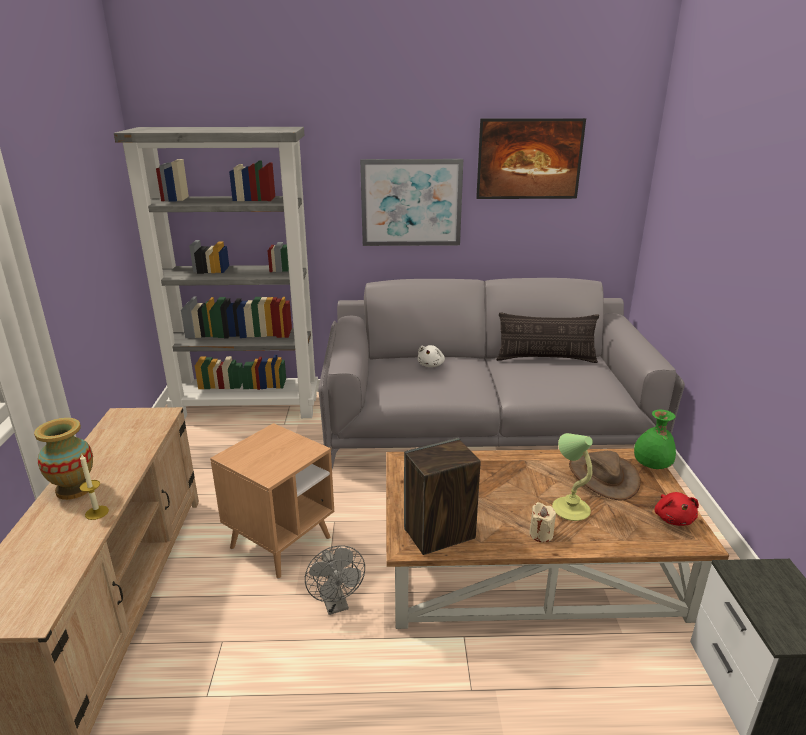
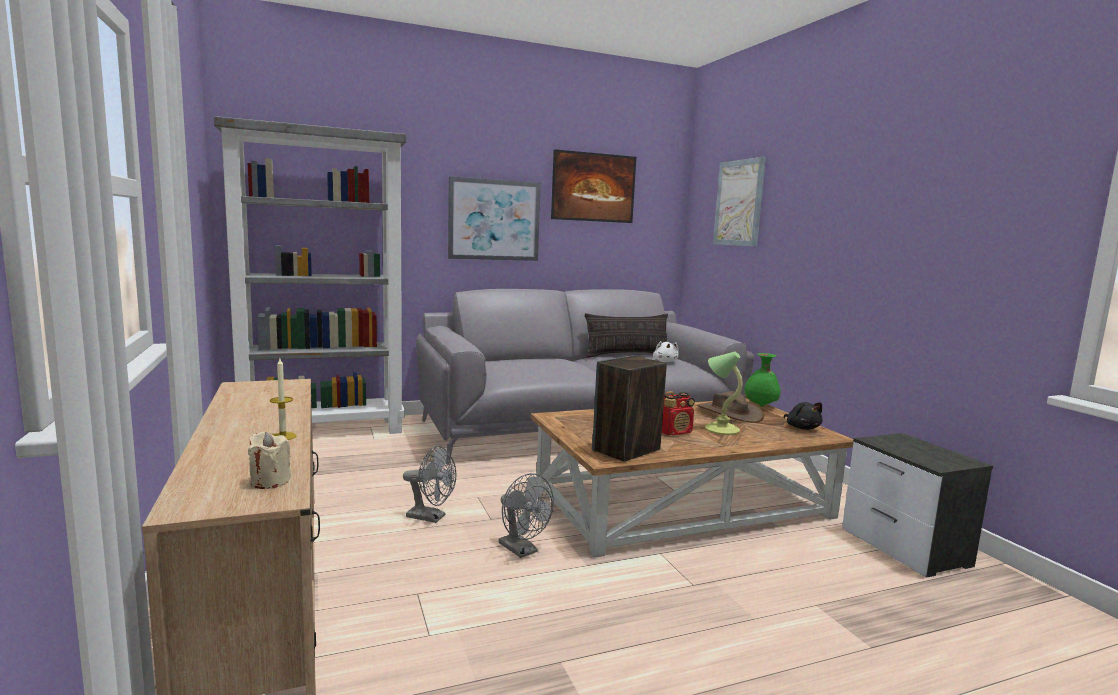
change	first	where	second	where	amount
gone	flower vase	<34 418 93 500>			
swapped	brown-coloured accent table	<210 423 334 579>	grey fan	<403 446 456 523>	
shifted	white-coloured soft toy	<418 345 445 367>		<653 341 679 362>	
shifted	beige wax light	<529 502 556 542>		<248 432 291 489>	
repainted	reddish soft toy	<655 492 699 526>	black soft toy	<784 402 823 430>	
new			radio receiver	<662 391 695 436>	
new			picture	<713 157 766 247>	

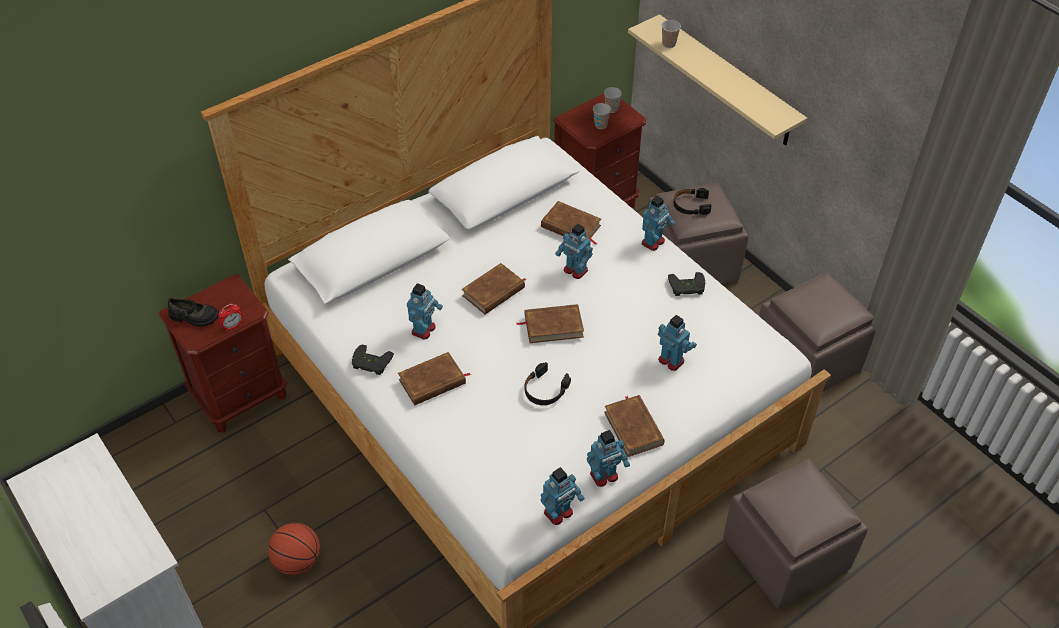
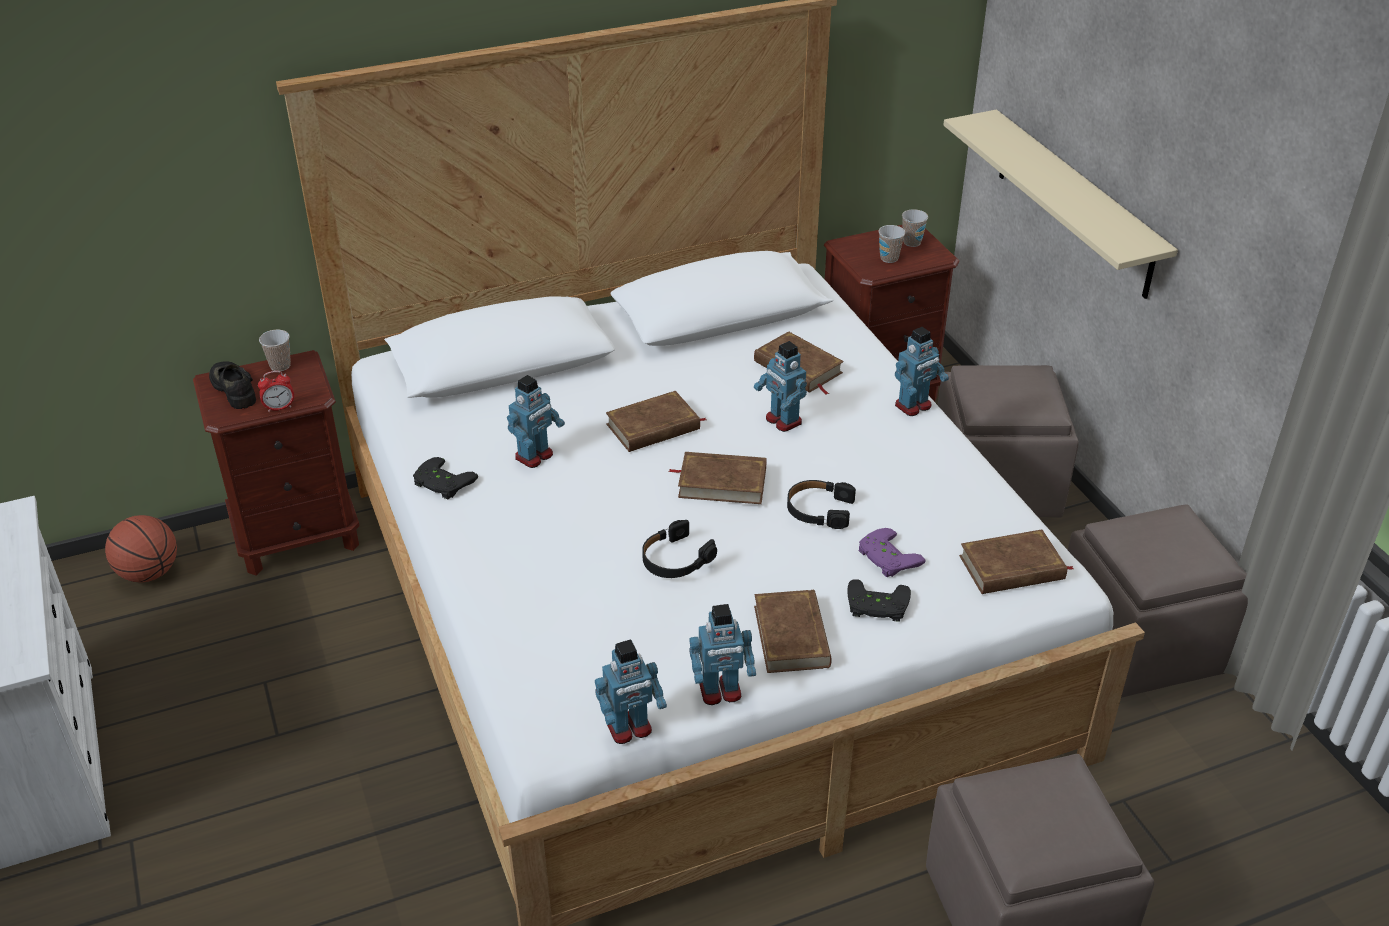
change	first	where	second	where	amount
rotated	black low shoe	<168 298 219 327>		<209 362 256 409>	150 degrees counterclockwise
shifted	ball for basketball	<268 523 320 575>		<105 515 177 582>	
shifted	brown-coloured bound book	<398 352 471 406>		<959 529 1073 594>	
swapped	robot figure	<658 315 697 371>	purple-coloured game controller	<859 528 925 577>	
shifted	cup	<661 20 681 48>		<259 330 291 371>	
shifted	black game controller	<668 272 705 296>		<847 580 911 622>	
shifted	black headset	<673 188 711 215>		<787 480 856 529>	

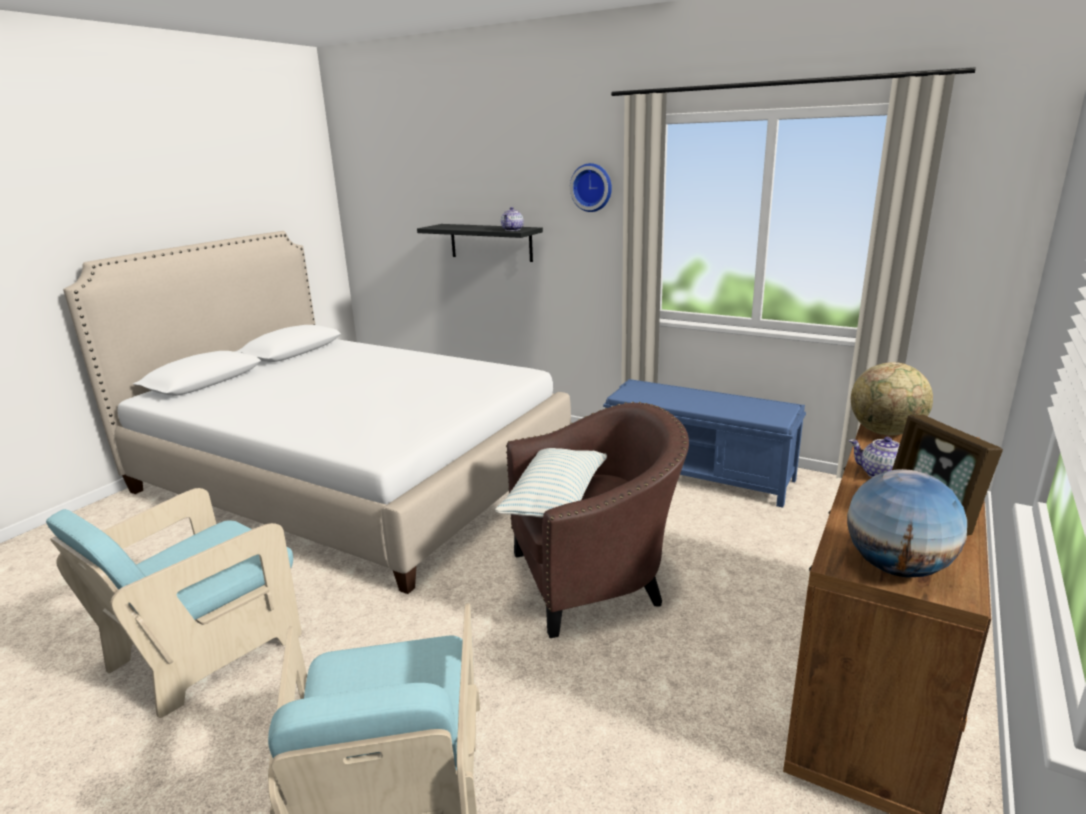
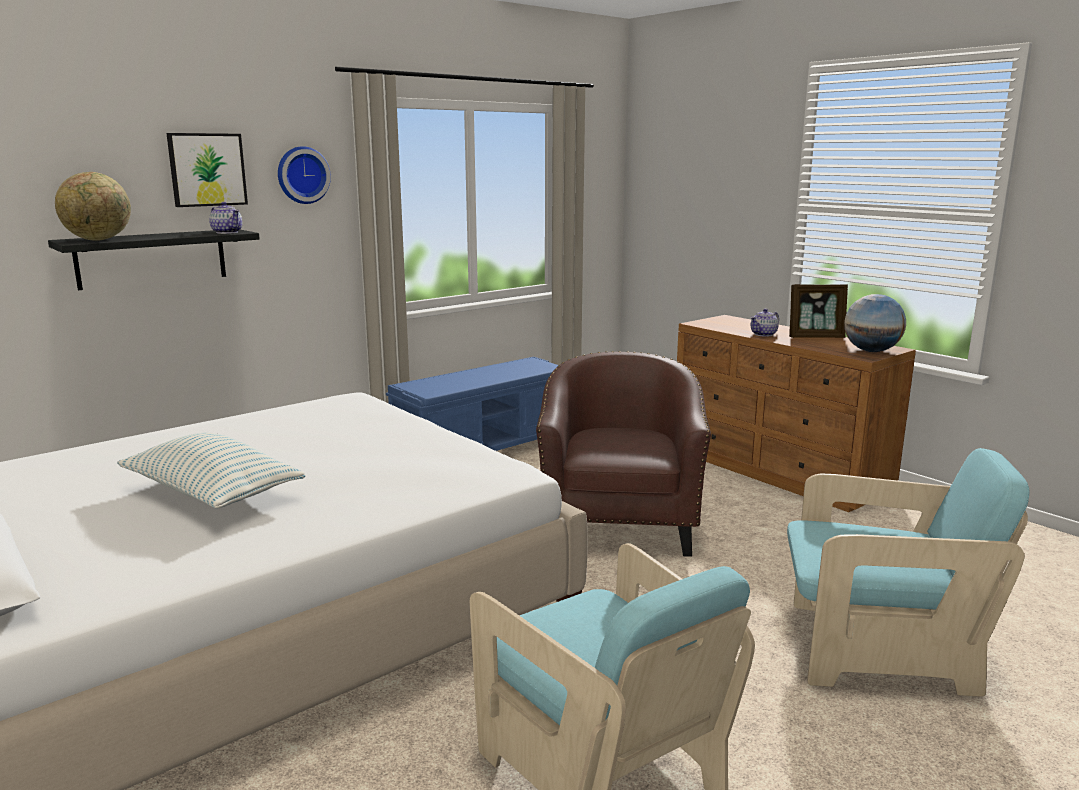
change	first	where	second	where	amount
shifted	cushion	<495 448 607 517>		<117 433 306 509>	
shifted	globe	<851 362 933 436>		<55 172 131 241>	
new			picture	<166 133 248 207>	

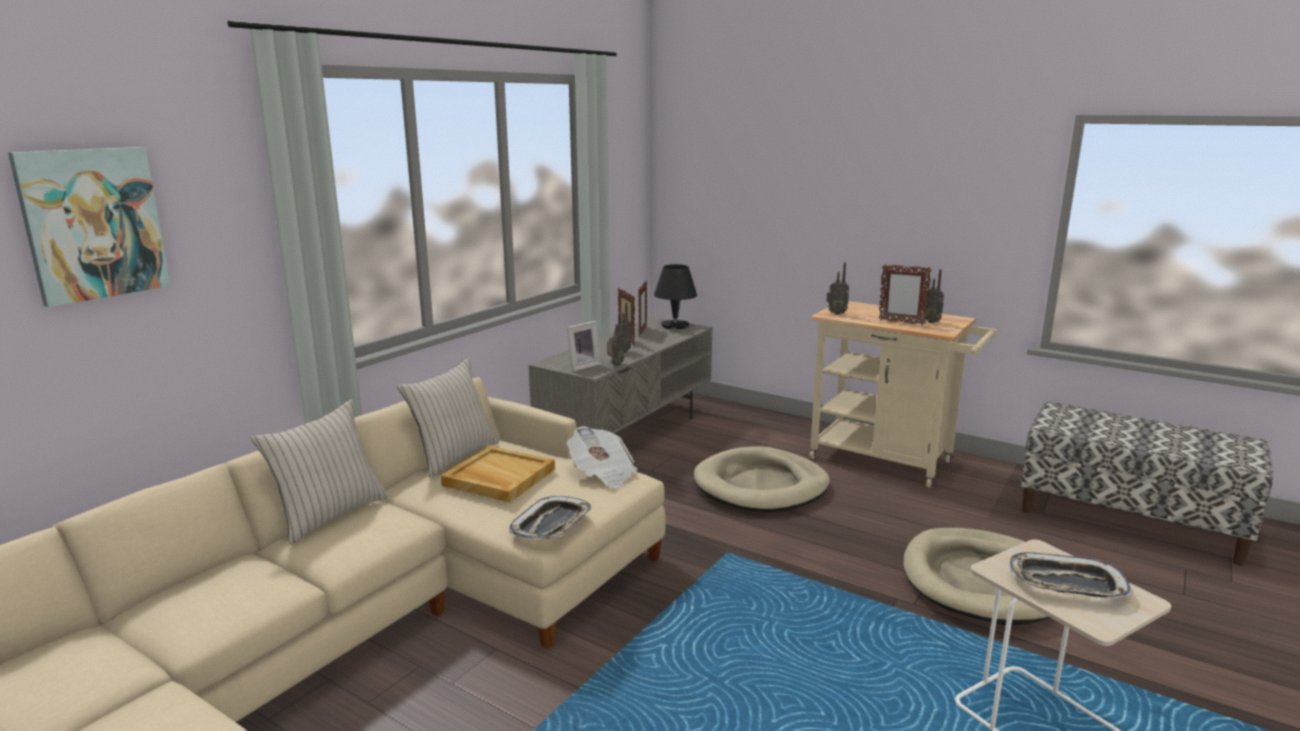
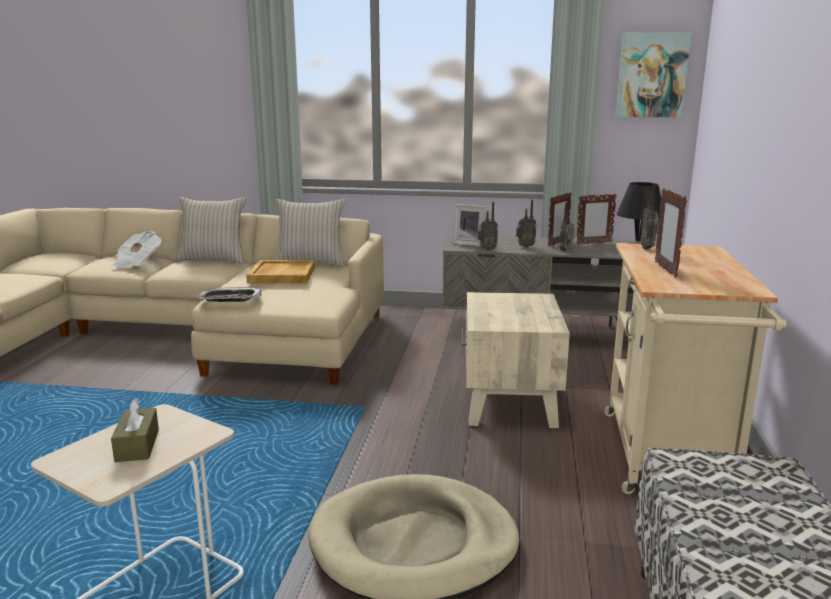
change	first	where	second	where	amount
shifted	picture	<8 147 171 307>		<615 32 692 118>	
shifted	daily paper	<567 426 638 488>		<112 231 161 268>	
swapped	beige pet bed	<694 447 830 512>	beige accent table	<462 292 570 428>	
shifted	radio receiver	<922 269 944 323>		<560 203 575 251>	
swapped	serving tray	<1010 552 1133 598>	brown-coloured tissue holder	<111 398 159 462>	

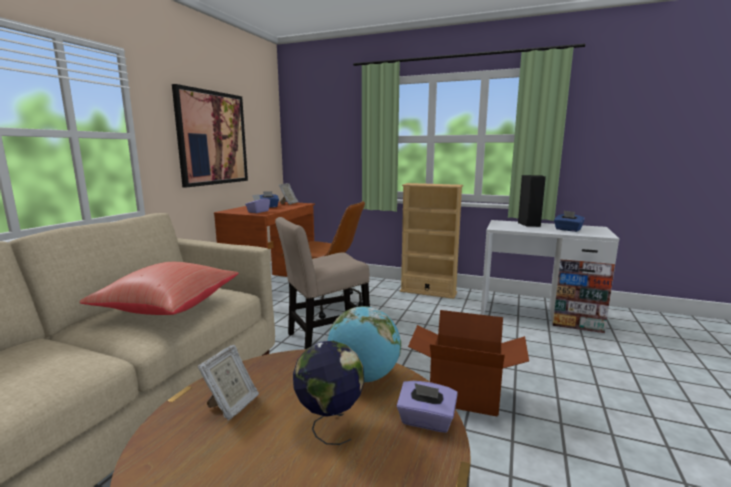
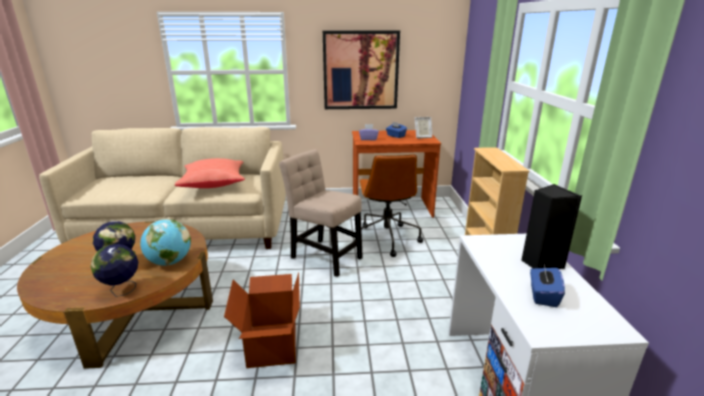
change	first	where	second	where	amount
gone	photo frame	<198 345 259 420>			
swapped	purple-coloured tissue holder	<397 381 458 433>	globe	<90 244 138 297>	

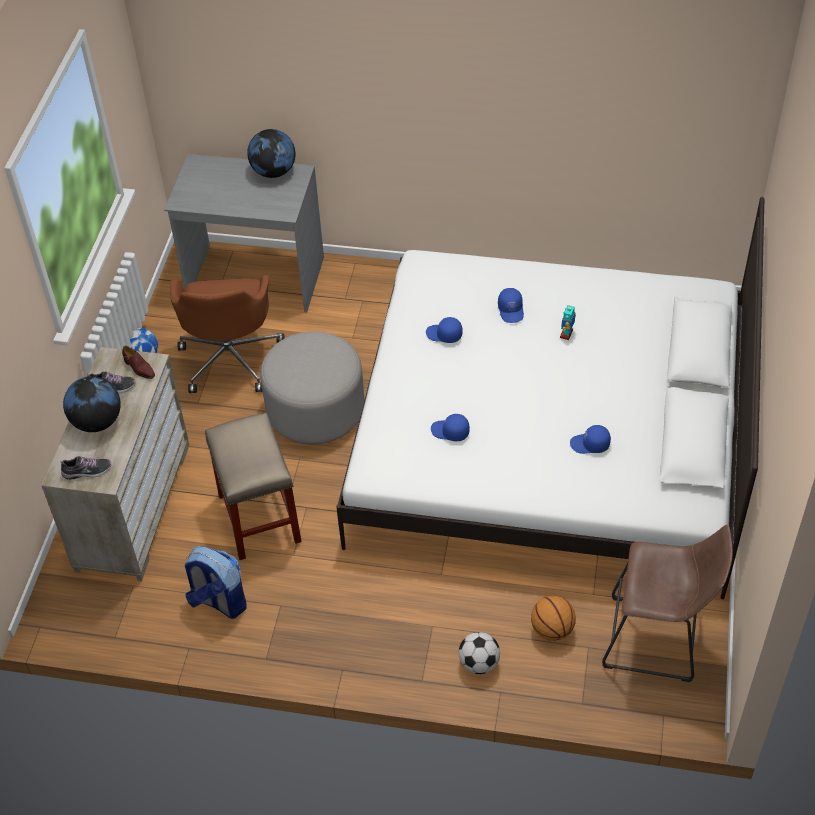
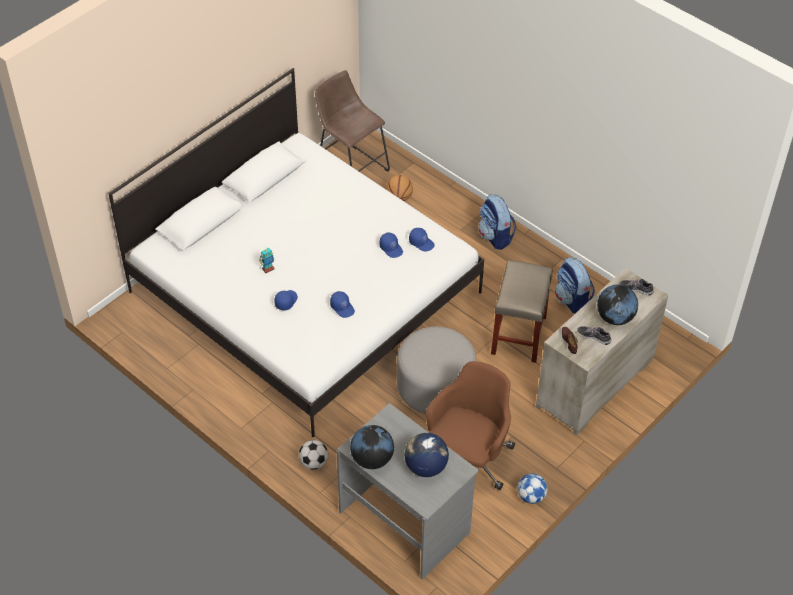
change	first	where	second	where	amount
shifted	ball for football	<459 632 500 674>		<299 440 328 470>	
shifted	blue cap	<570 425 611 454>		<409 228 435 252>	
new			globe	<404 433 449 477>	
new			rucksack	<478 194 516 250>	

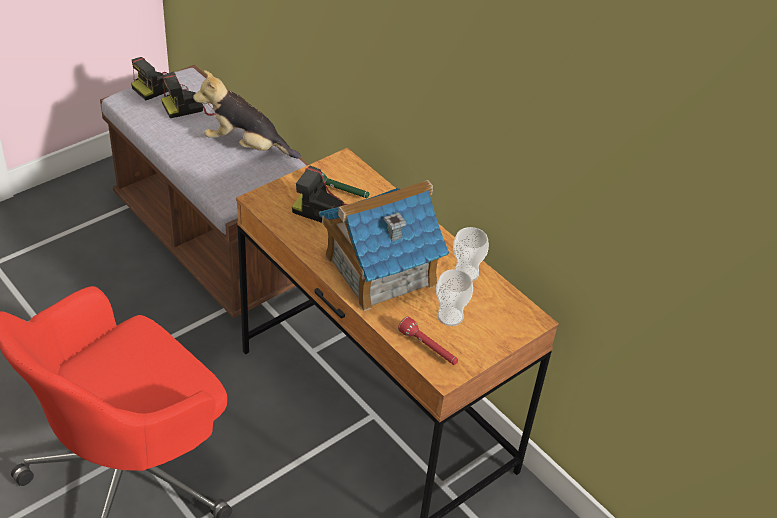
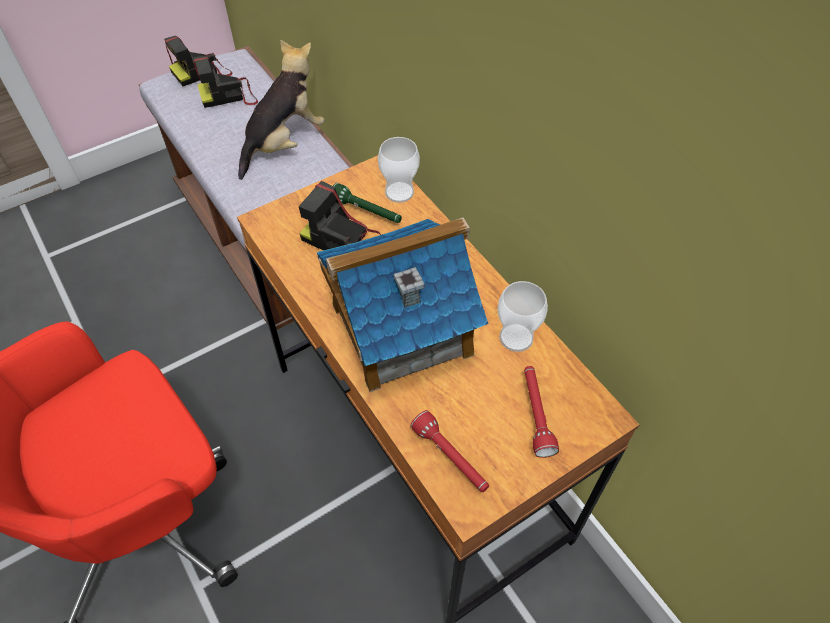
change	first	where	second	where	amount
rotated	soft toy	<193 70 301 159>		<238 40 325 180>	105 degrees clockwise
shifted	cup	<436 269 473 326>		<378 137 420 203>	
new			reddish flashlight	<524 366 559 458>	

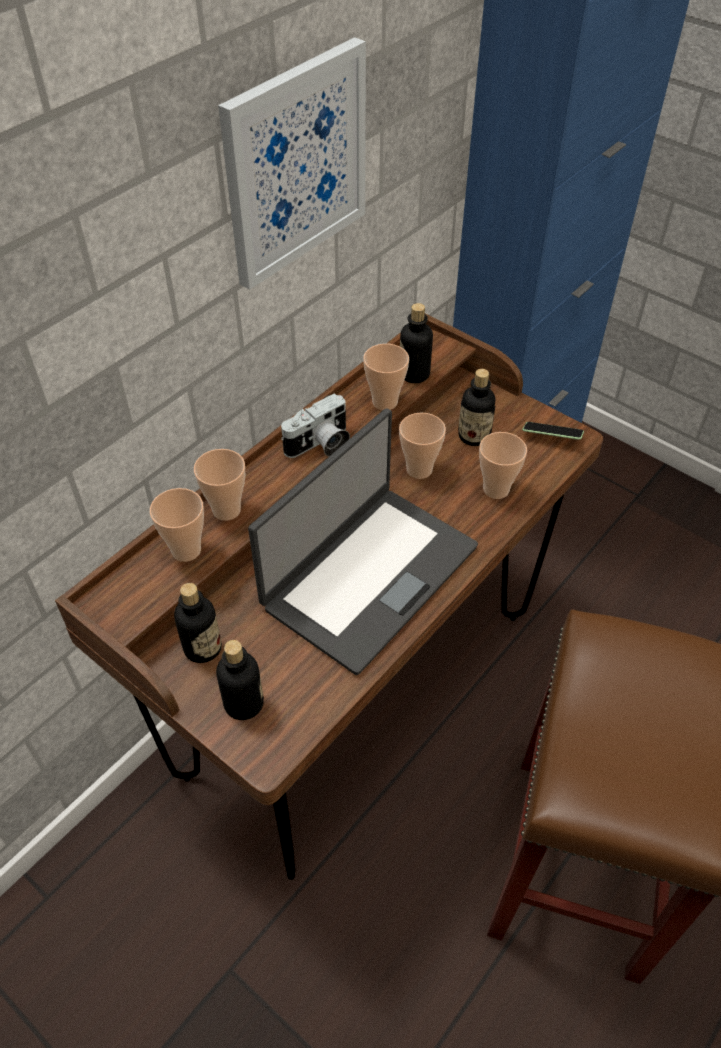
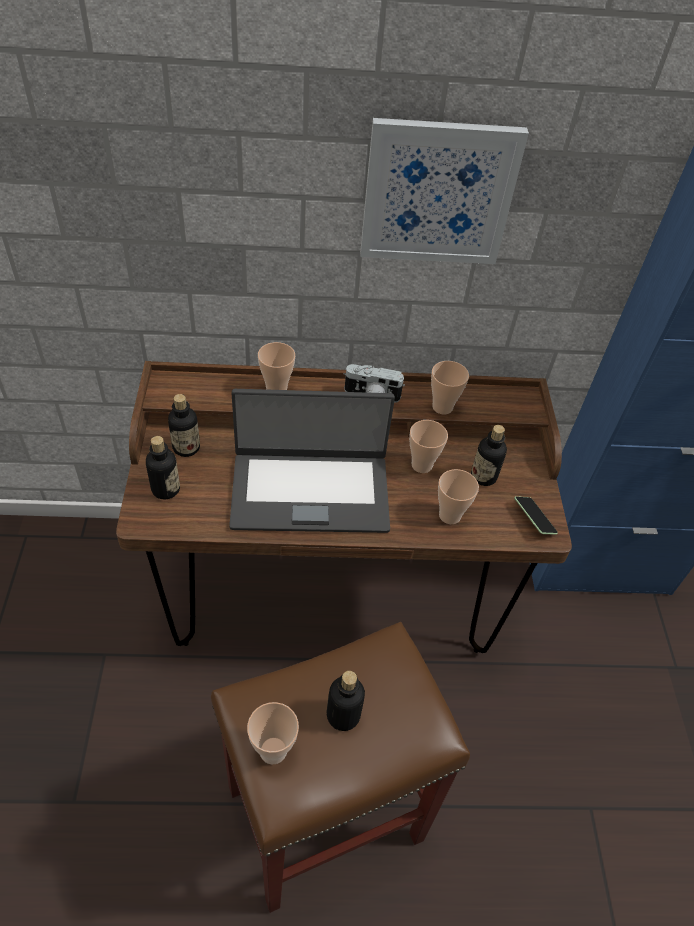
change	first	where	second	where	amount
shifted	cup	<150 488 204 562>		<247 702 299 764>	
shifted	bottle	<400 303 433 383>		<326 671 365 731>	

